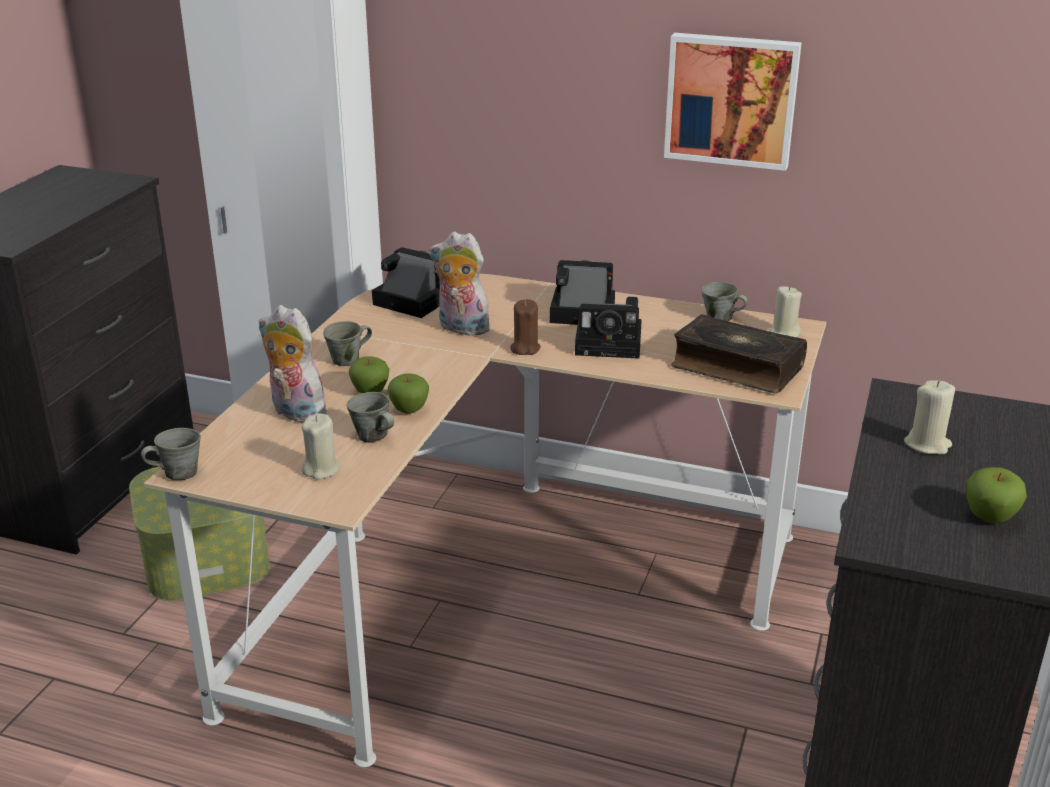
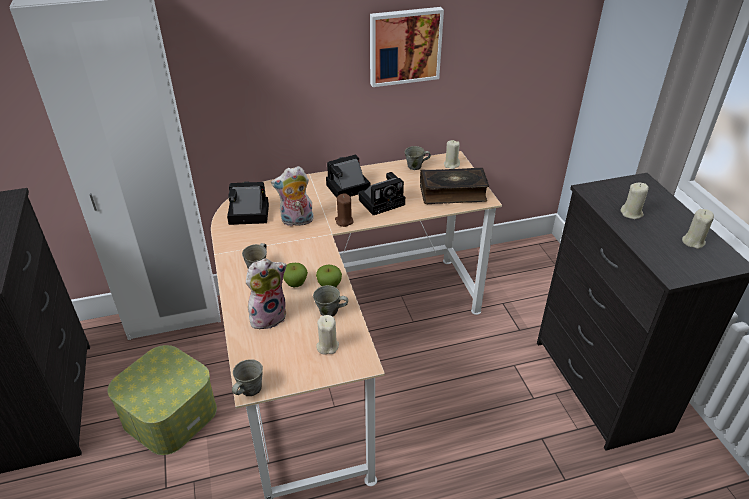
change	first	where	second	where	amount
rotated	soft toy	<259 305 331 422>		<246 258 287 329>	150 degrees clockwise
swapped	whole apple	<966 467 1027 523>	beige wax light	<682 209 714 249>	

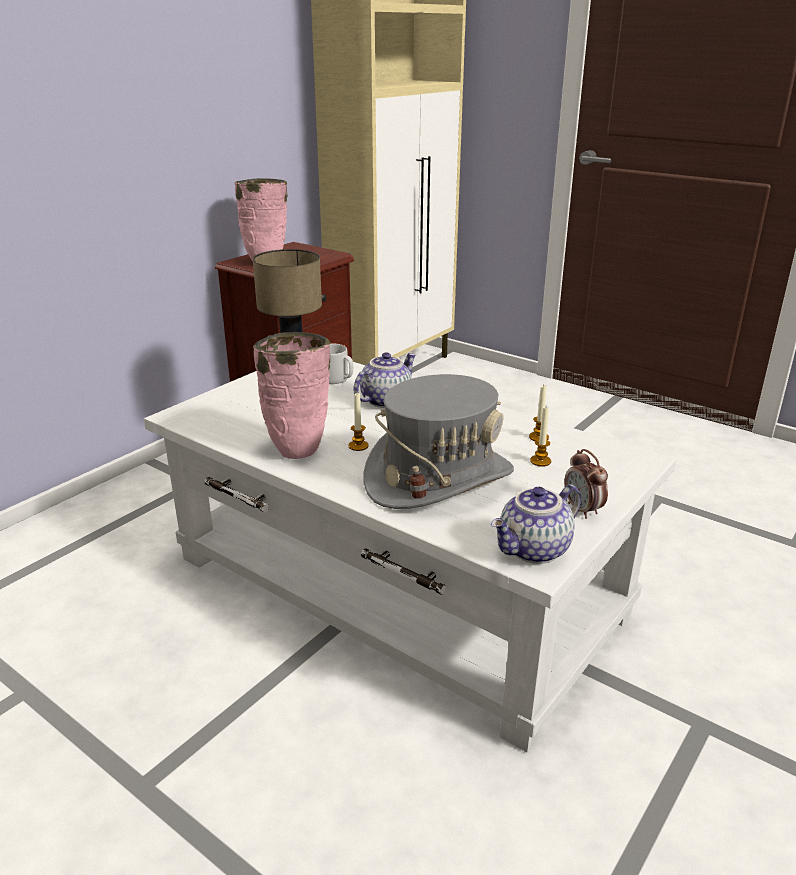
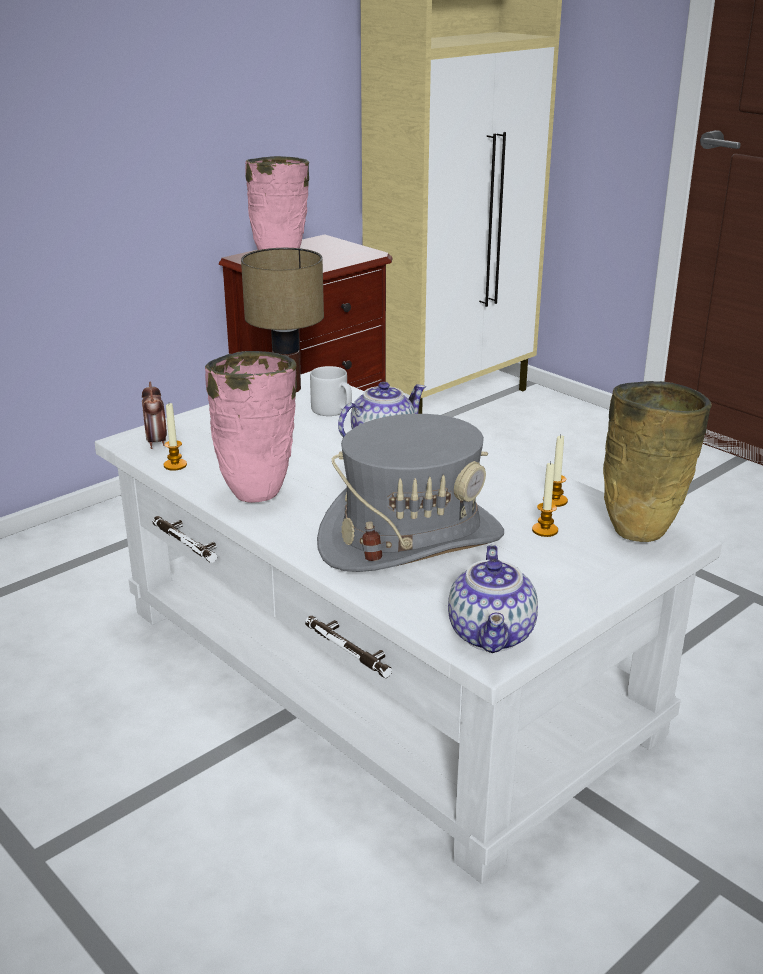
change	first	where	second	where	amount
shifted	wax light	<348 393 369 451>		<164 403 187 471>	
rotated	teapot	<491 484 581 564>		<448 544 538 653>	60 degrees counterclockwise
shifted	bedside clock	<565 449 608 519>		<142 381 167 449>	
new			beige flower vase	<603 381 712 542>	

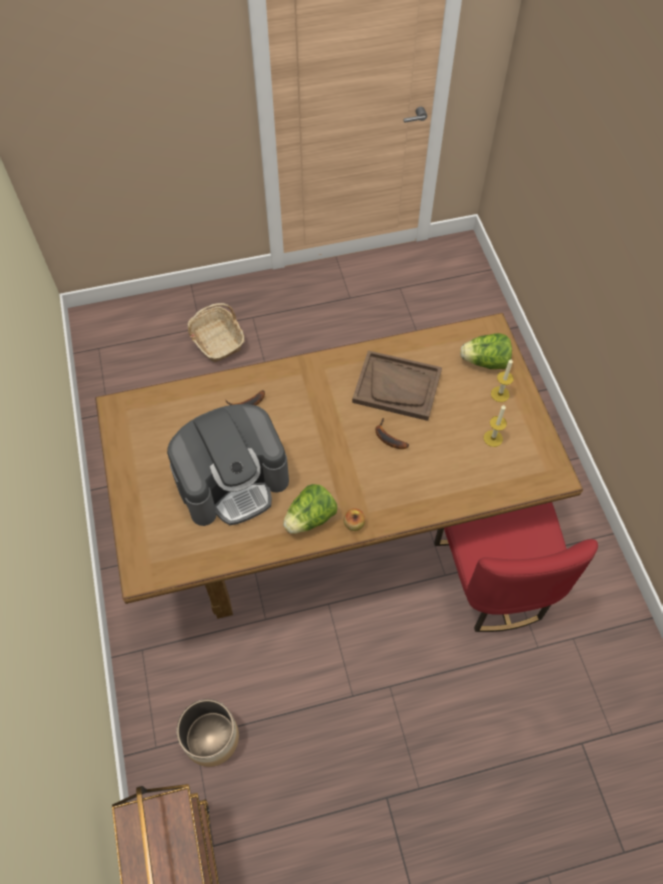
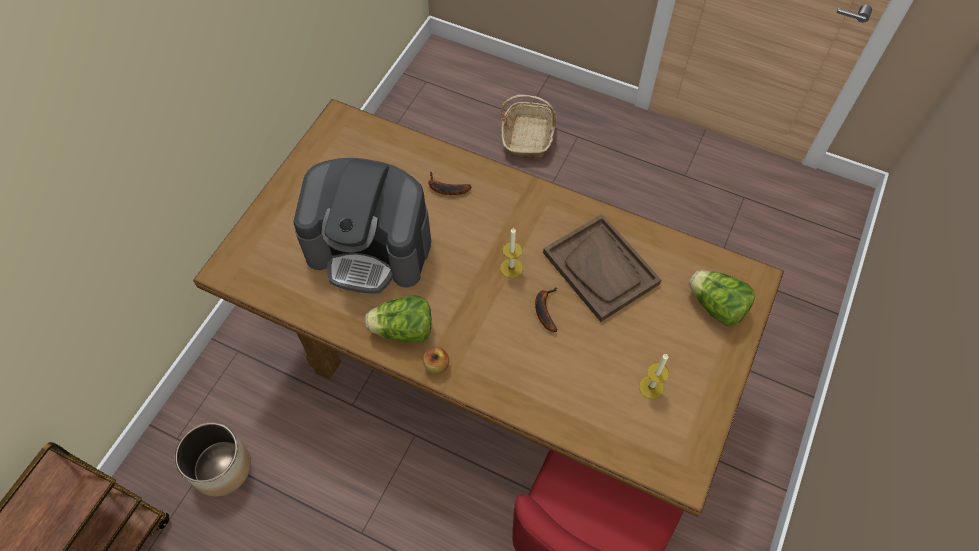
change	first	where	second	where	amount
shifted	wax light	<491 358 514 402>		<500 227 523 278>	

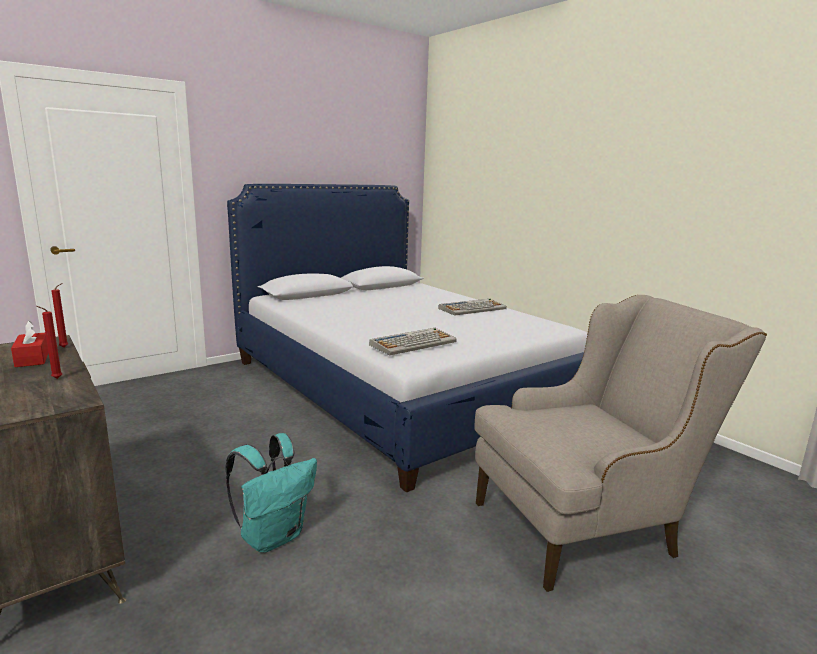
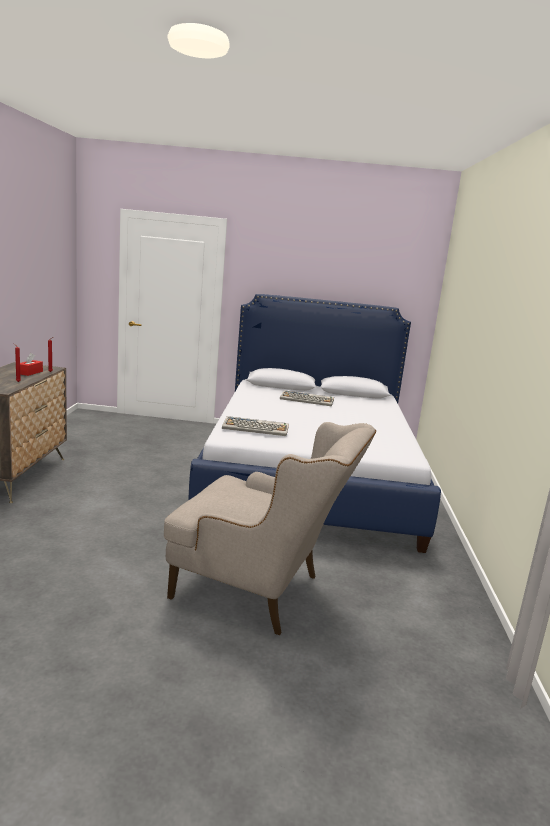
change	first	where	second	where	amount
gone	turquoise rucksack	<225 433 317 552>			
shifted	computer keyboard	<438 299 507 316>		<280 390 334 406>	

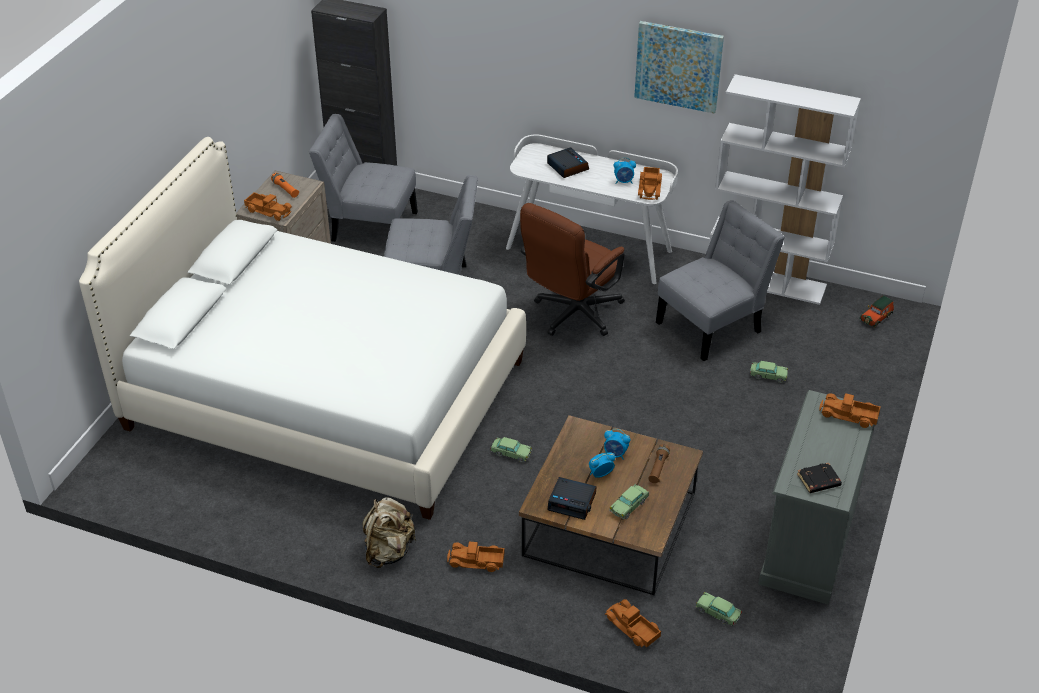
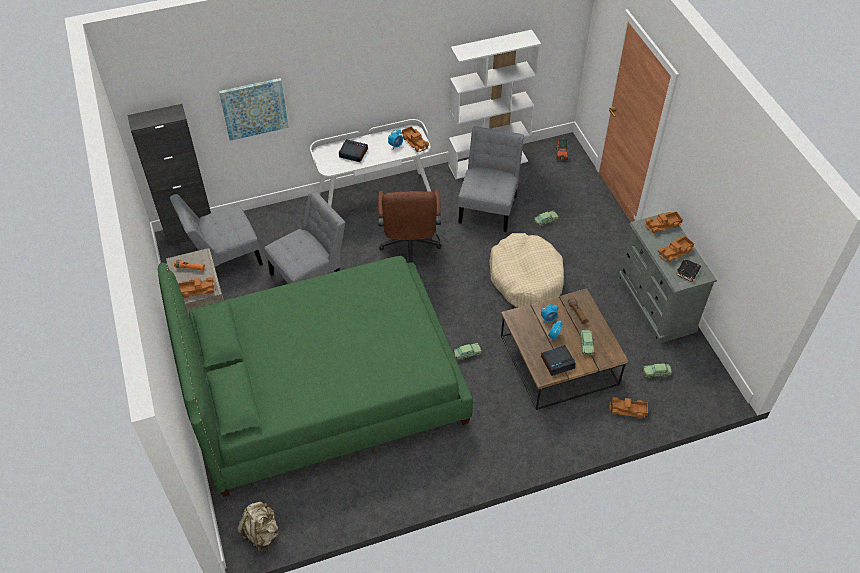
change	first	where	second	where	amount
repainted	white-coloured bedroom bed	<79 137 526 520>	greenish bedroom bed	<157 256 473 497>	
shifted	beige rucksack	<362 497 416 568>		<237 502 278 552>	
shifted	model truck	<447 542 505 572>		<658 236 694 263>	
shifted	picture	<634 21 724 114>		<219 78 289 141>	
new			beige pet bed	<489 233 564 308>	

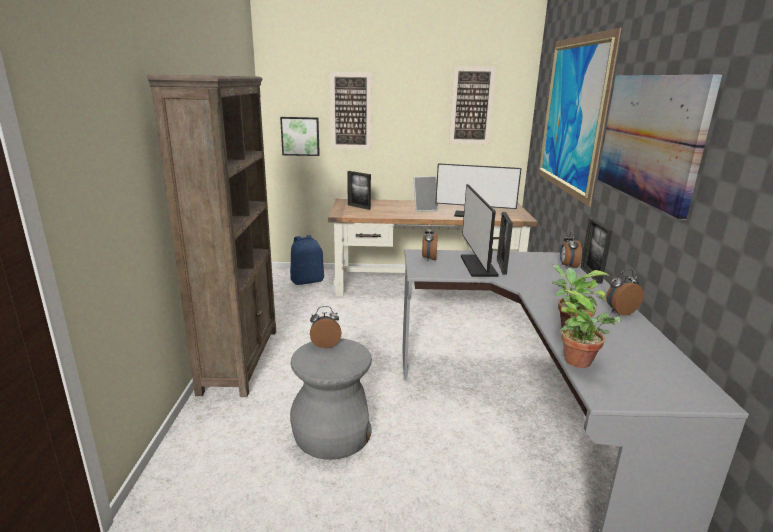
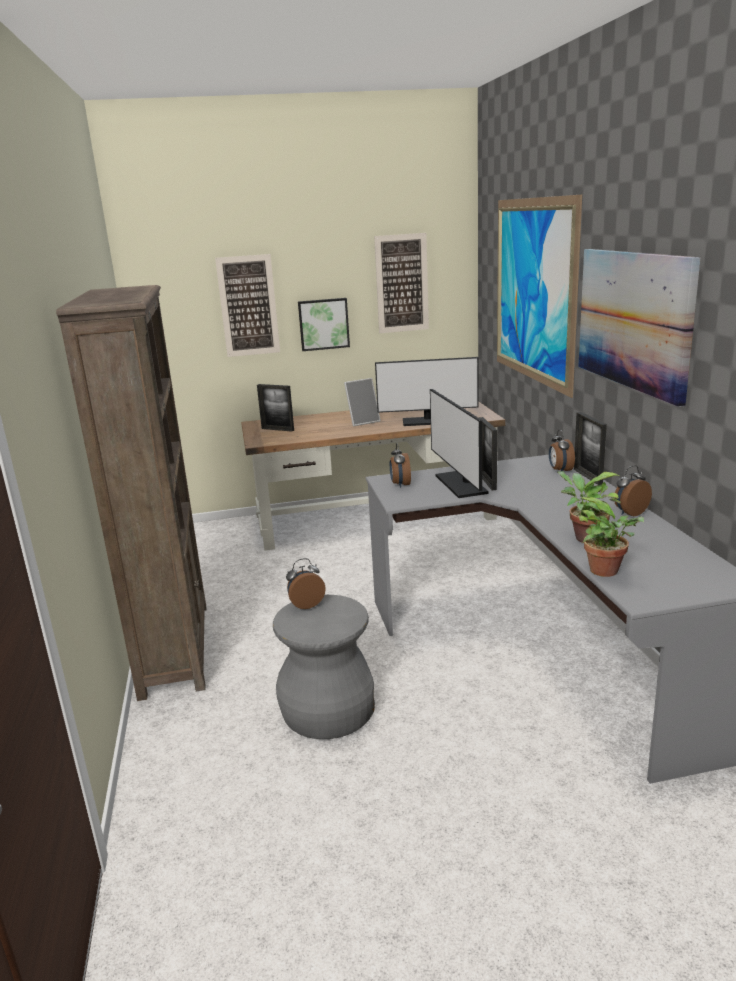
change	first	where	second	where	amount
shifted	picture	<280 117 320 156>		<298 298 350 351>	
gone	blue rucksack	<290 235 324 285>			

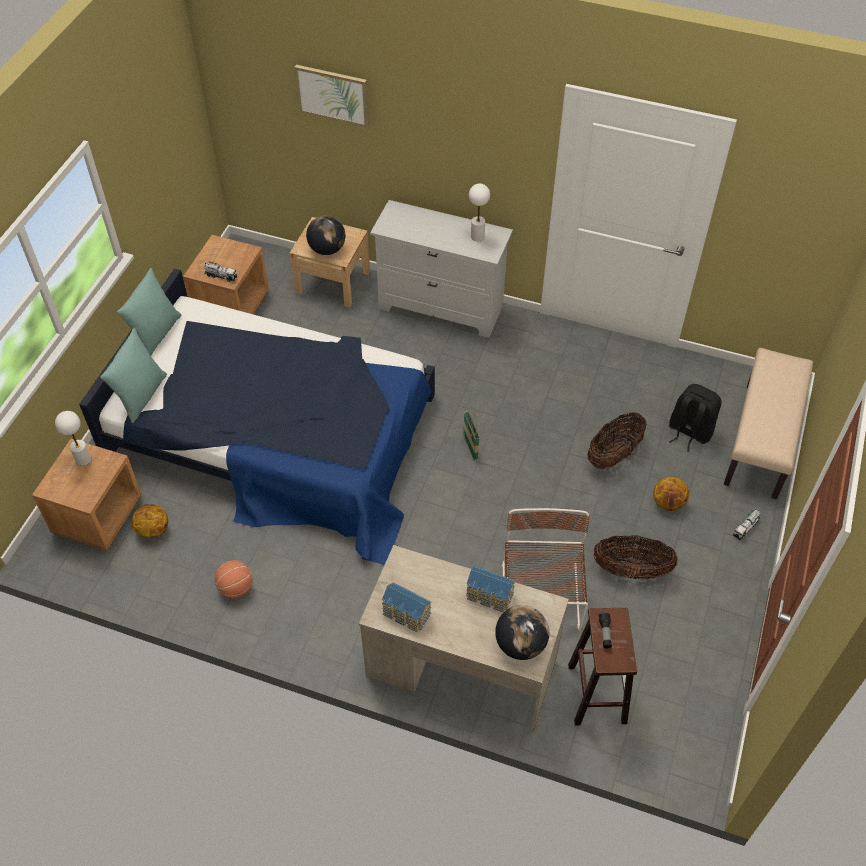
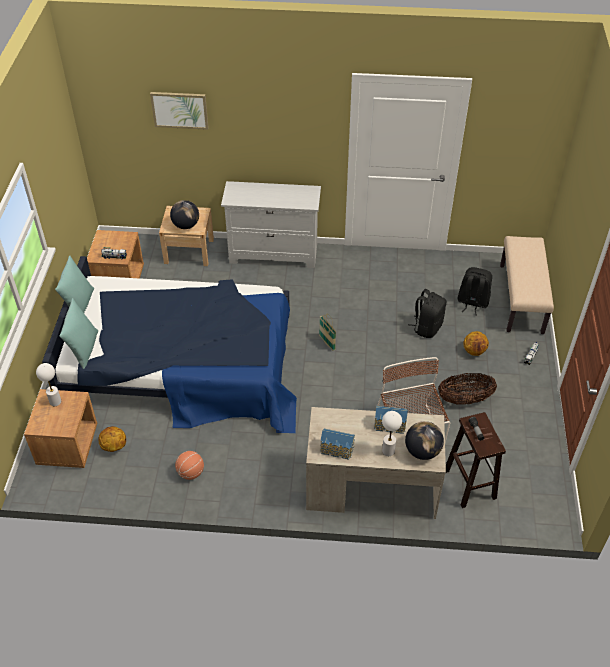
change	first	where	second	where	amount
shifted	white-coloured table lamp	<469 184 490 242>		<382 411 402 456>	
swapped	basket	<587 412 646 469>	black rucksack	<408 289 446 338>	

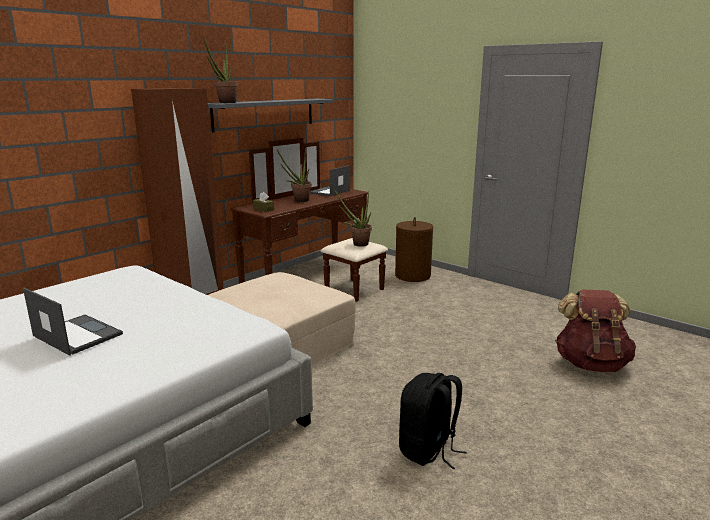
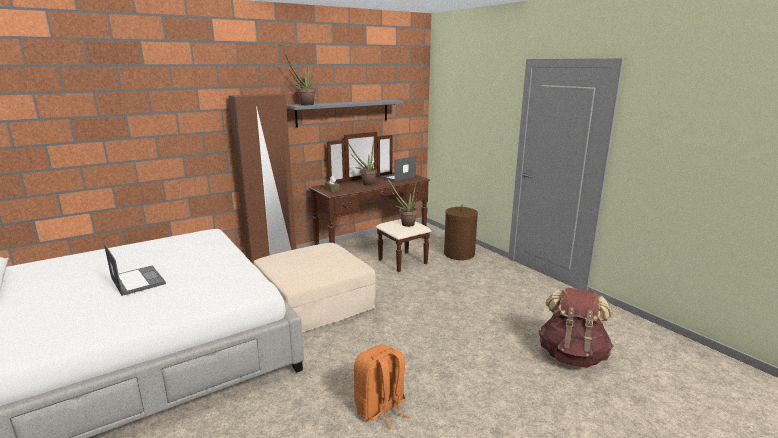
change	first	where	second	where	amount
repainted	black rucksack	<399 373 467 470>	orange rucksack	<354 344 409 429>	

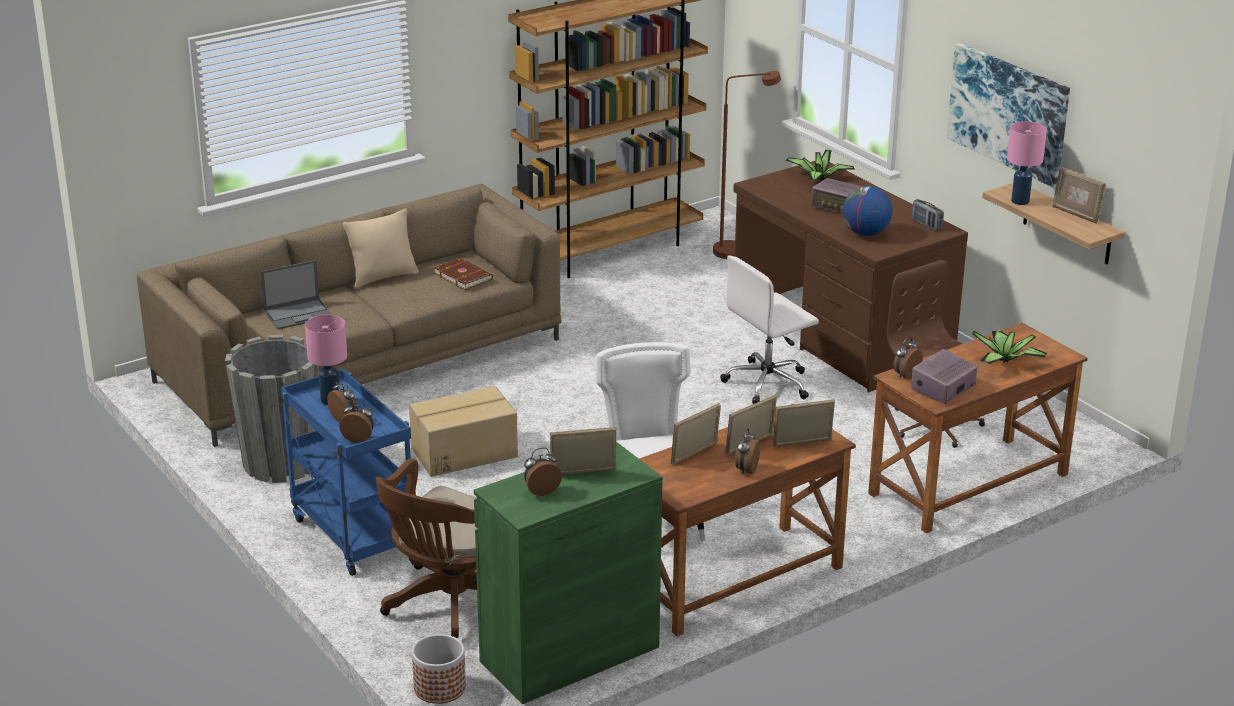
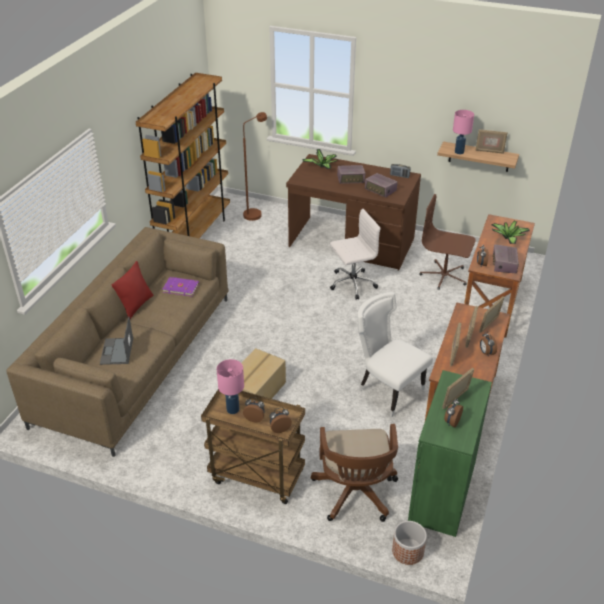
change	first	where	second	where	amount
gone	grey plant pot	<225 335 319 483>			
rotated	notebook computer	<260 260 332 329>		<100 317 133 365>	150 degrees clockwise
repainted	blue cart	<281 369 411 576>	brown-coloured cart	<201 389 305 504>	
repainted	beige cushion	<343 208 419 288>	reddish cushion	<111 261 154 319>	
repainted	brown-coloured bound book	<433 258 493 290>	purple-coloured bound book	<163 277 199 296>	
rotated	white-coloured office chair	<720 255 819 404>		<330 209 380 300>	135 degrees counterclockwise
swapped	globe	<842 186 892 236>	radio receiver	<365 173 398 198>	
gone	picture	<947 43 1070 188>			

